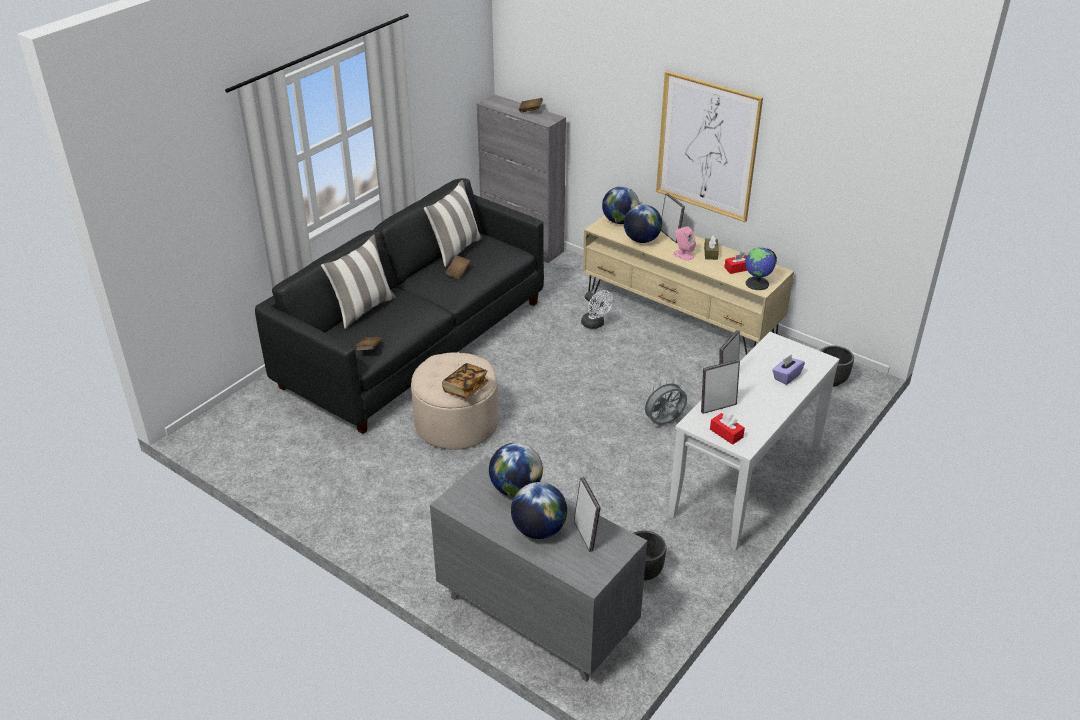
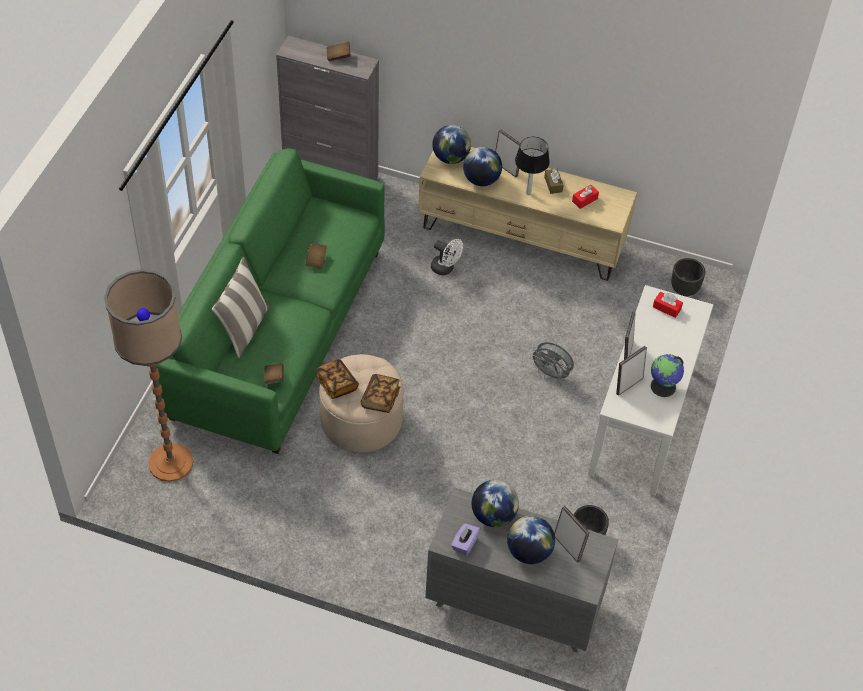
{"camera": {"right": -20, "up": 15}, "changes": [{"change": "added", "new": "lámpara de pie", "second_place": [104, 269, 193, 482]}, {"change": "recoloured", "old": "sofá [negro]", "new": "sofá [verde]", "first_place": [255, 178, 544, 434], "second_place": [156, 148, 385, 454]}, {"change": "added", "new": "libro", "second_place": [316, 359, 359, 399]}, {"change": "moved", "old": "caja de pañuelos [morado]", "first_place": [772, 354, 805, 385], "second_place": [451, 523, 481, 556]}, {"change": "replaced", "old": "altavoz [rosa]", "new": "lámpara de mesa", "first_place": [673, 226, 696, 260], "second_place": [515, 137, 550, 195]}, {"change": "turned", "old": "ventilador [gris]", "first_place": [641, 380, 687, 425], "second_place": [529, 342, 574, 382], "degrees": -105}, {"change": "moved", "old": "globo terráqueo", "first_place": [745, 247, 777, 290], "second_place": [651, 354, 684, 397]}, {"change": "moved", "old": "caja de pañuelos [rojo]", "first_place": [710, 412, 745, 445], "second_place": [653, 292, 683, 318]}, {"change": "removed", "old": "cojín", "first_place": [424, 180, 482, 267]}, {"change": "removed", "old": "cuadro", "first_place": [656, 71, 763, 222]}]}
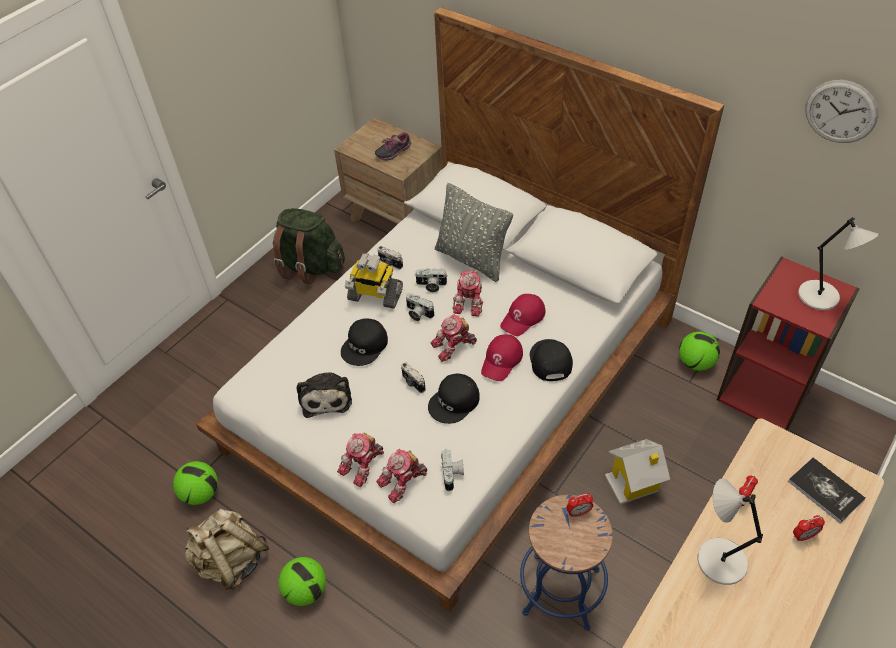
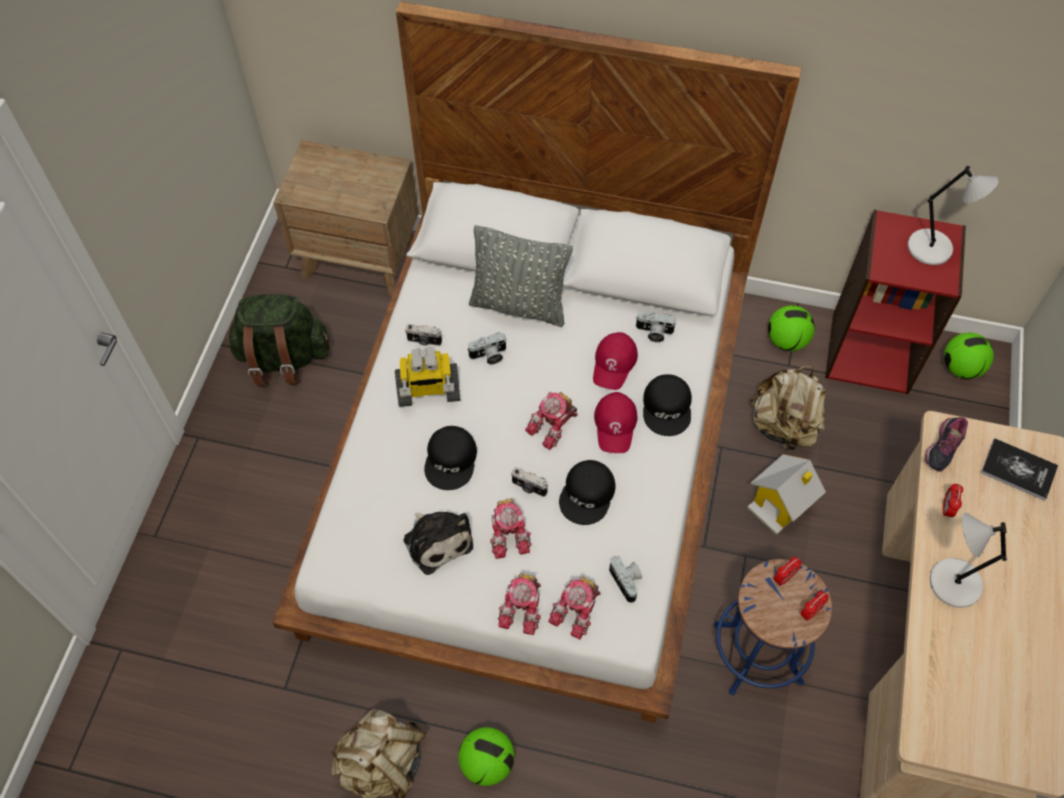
{"camera": {"right": -25, "up": 10}, "changes": [{"change": "moved", "old": "robot de juguete", "first_place": [452, 271, 484, 317], "second_place": [490, 498, 532, 559]}, {"change": "moved", "old": "cámara", "first_place": [406, 293, 434, 321], "second_place": [636, 312, 677, 342]}, {"change": "turned", "old": "gorra [negro]", "first_place": [530, 339, 573, 381], "second_place": [643, 374, 692, 436], "degrees": -150}, {"change": "added", "new": "mochila [beis]", "second_place": [750, 365, 826, 450]}, {"change": "moved", "old": "despertador", "first_place": [793, 515, 825, 542], "second_place": [800, 591, 829, 621]}, {"change": "moved", "old": "zapato", "first_place": [375, 132, 411, 161], "second_place": [925, 417, 968, 472]}, {"change": "moved", "old": "balón de fútbol", "first_place": [173, 461, 218, 505], "second_place": [944, 333, 994, 379]}, {"change": "removed", "old": "reloj de pared", "first_place": [805, 80, 879, 143]}]}
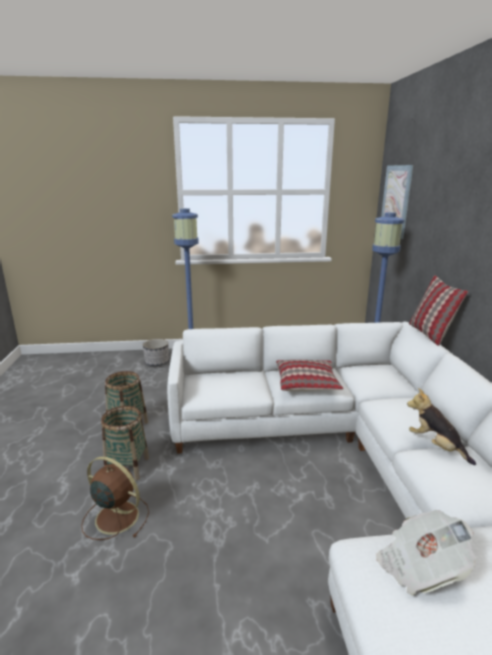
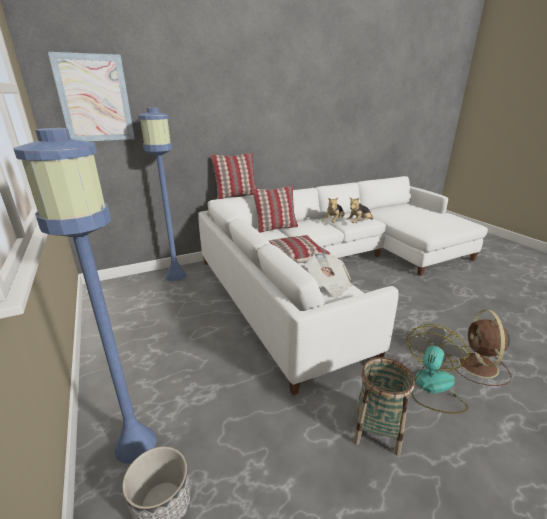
{"camera": {"right": -110, "up": 5}, "changes": [{"change": "added", "new": "cojín", "second_place": [252, 185, 298, 233]}, {"change": "moved", "old": "periódico", "first_place": [376, 510, 476, 596], "second_place": [307, 252, 353, 297]}, {"change": "added", "new": "peluche", "second_place": [346, 198, 373, 223]}, {"change": "replaced", "old": "cesta", "new": "ventilador", "first_place": [101, 406, 149, 480], "second_place": [407, 324, 469, 414]}]}
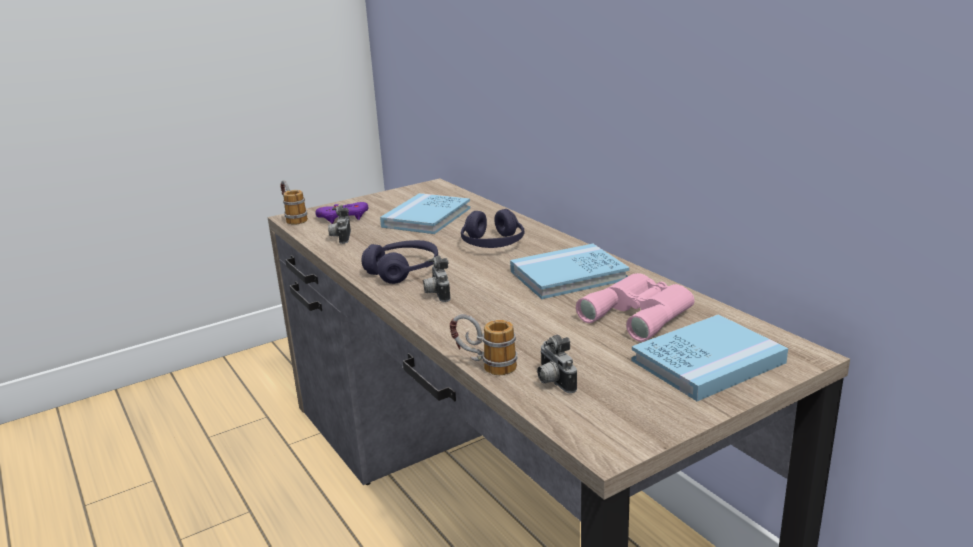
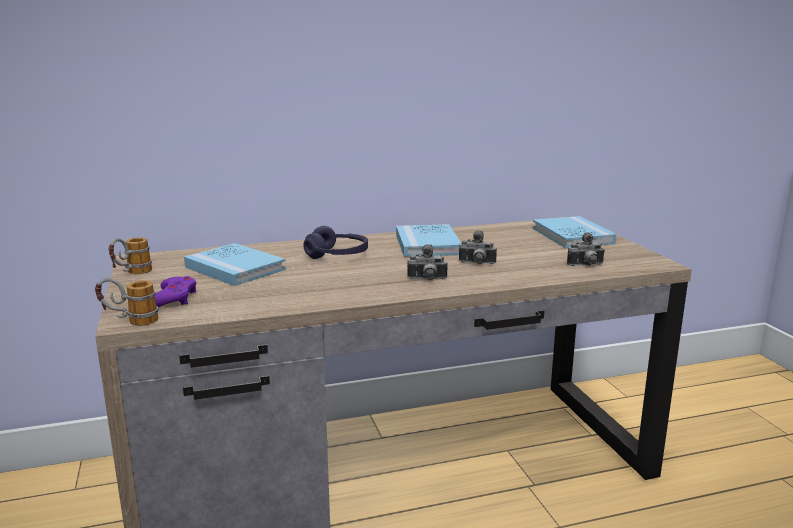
{"camera": {"right": -75, "up": -5}, "changes": [{"change": "moved", "old": "taza grande", "first_place": [450, 314, 517, 375], "second_place": [108, 237, 152, 274]}, {"change": "moved", "old": "cámara", "first_place": [328, 205, 351, 244], "second_place": [458, 231, 497, 264]}, {"change": "removed", "old": "auriculares [morado]", "first_place": [361, 240, 438, 284]}, {"change": "removed", "old": "prismáticos [rosa]", "first_place": [576, 273, 694, 342]}]}
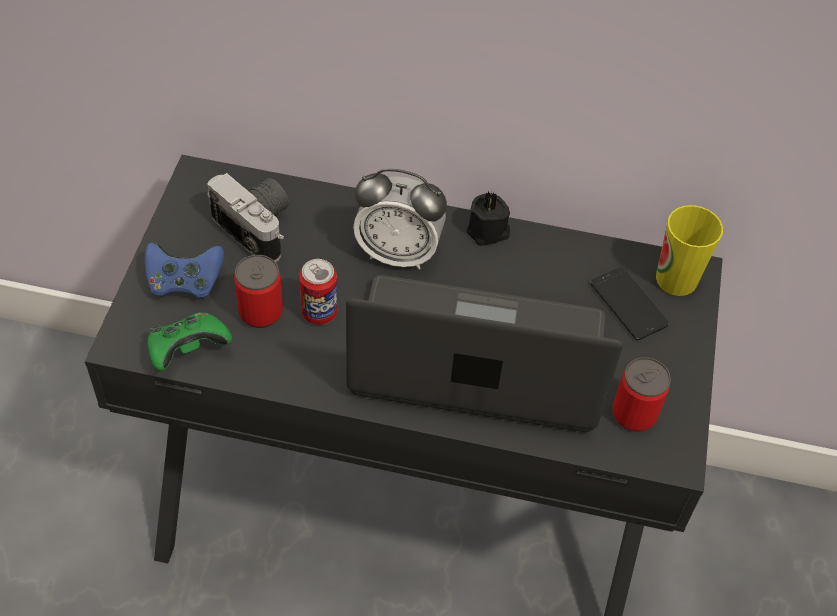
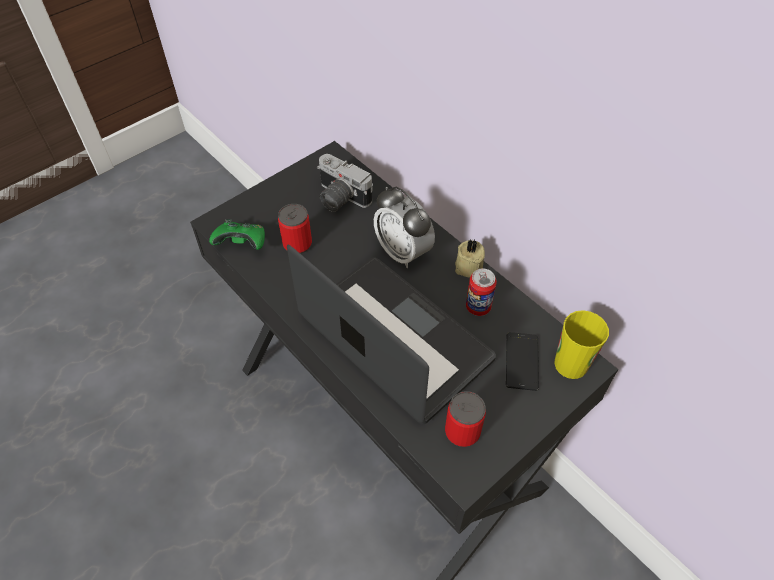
{"camera": {"right": 40, "up": 0}, "changes": [{"change": "turned", "old": "cámara", "first_place": [207, 173, 289, 262], "second_place": [317, 154, 373, 212], "degrees": 135}, {"change": "recoloured", "old": "vela [negro]", "new": "vela [beis]", "first_place": [466, 192, 510, 246], "second_place": [455, 239, 485, 277]}, {"change": "moved", "old": "lata", "first_place": [299, 259, 337, 325], "second_place": [466, 268, 497, 316]}, {"change": "removed", "old": "mando de consola [azul]", "first_place": [145, 243, 224, 299]}]}
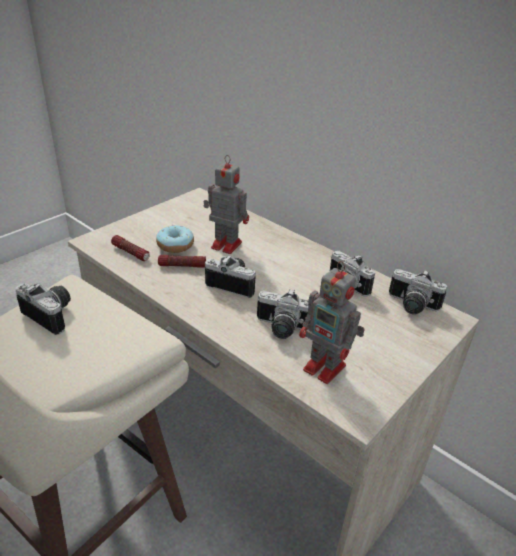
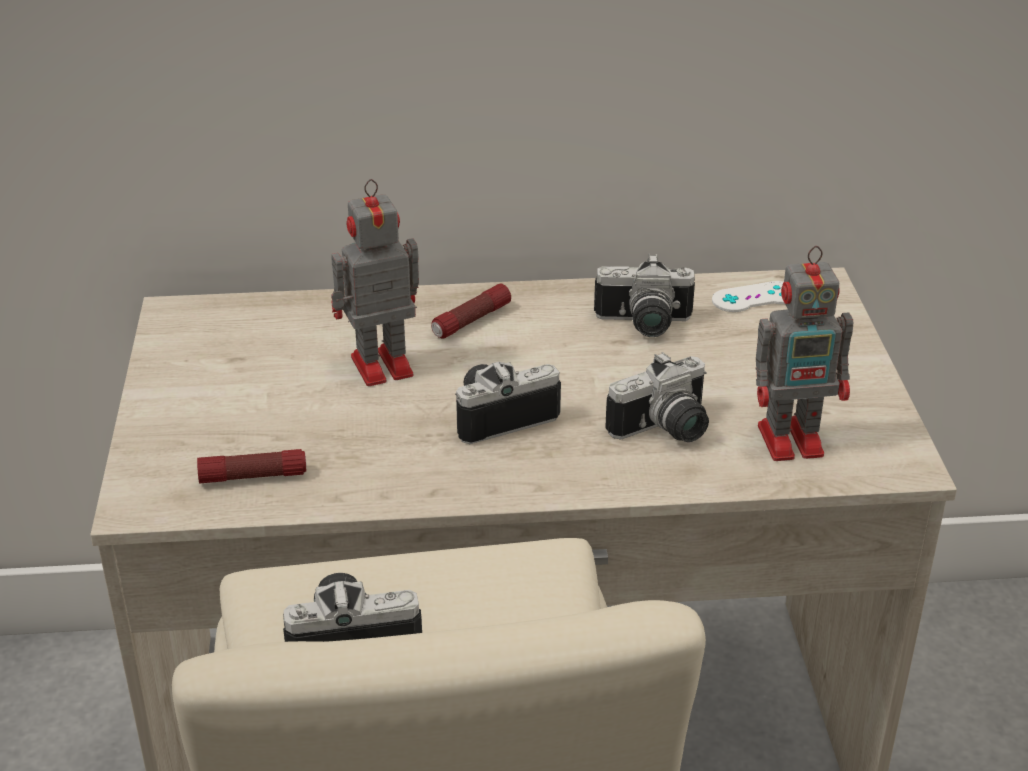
{"camera": {"right": -45, "up": 0}, "changes": [{"change": "moved", "old": "linterna", "first_place": [158, 255, 206, 268], "second_place": [431, 283, 511, 338]}, {"change": "replaced", "old": "cámara", "new": "mando de consola [blanco]", "first_place": [389, 269, 447, 314], "second_place": [712, 281, 785, 312]}, {"change": "removed", "old": "rosquilla", "first_place": [156, 226, 194, 253]}]}
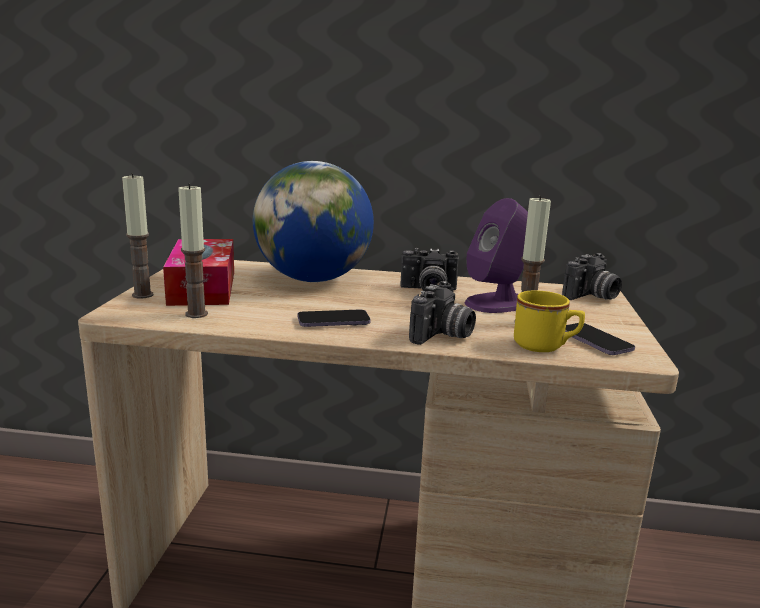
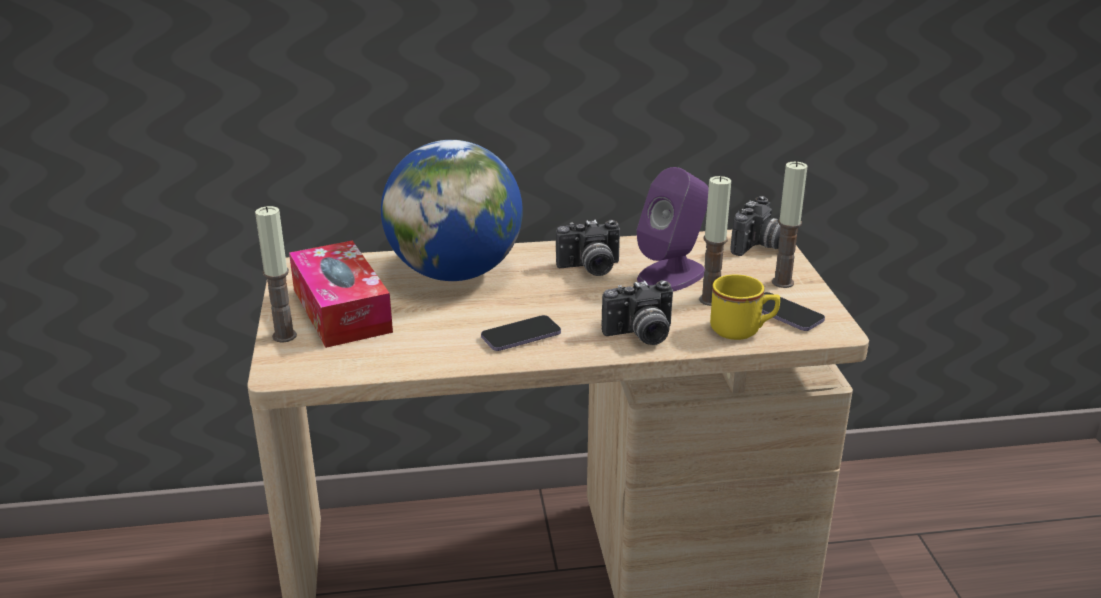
{"camera": {"right": -15, "up": 10}, "changes": [{"change": "turned", "old": "cámara", "first_place": [409, 281, 476, 345], "second_place": [601, 280, 673, 345], "degrees": 60}, {"change": "moved", "old": "vela", "first_place": [178, 183, 208, 318], "second_place": [772, 161, 807, 288]}]}
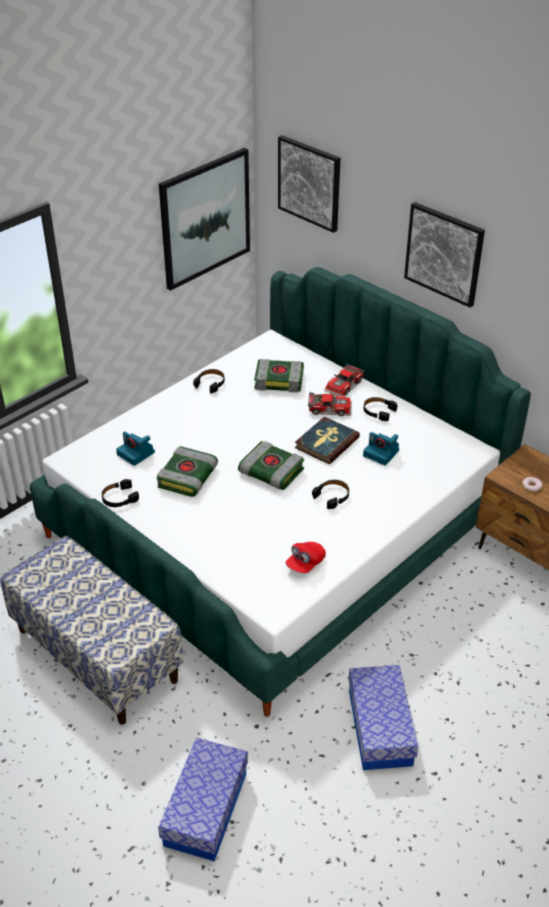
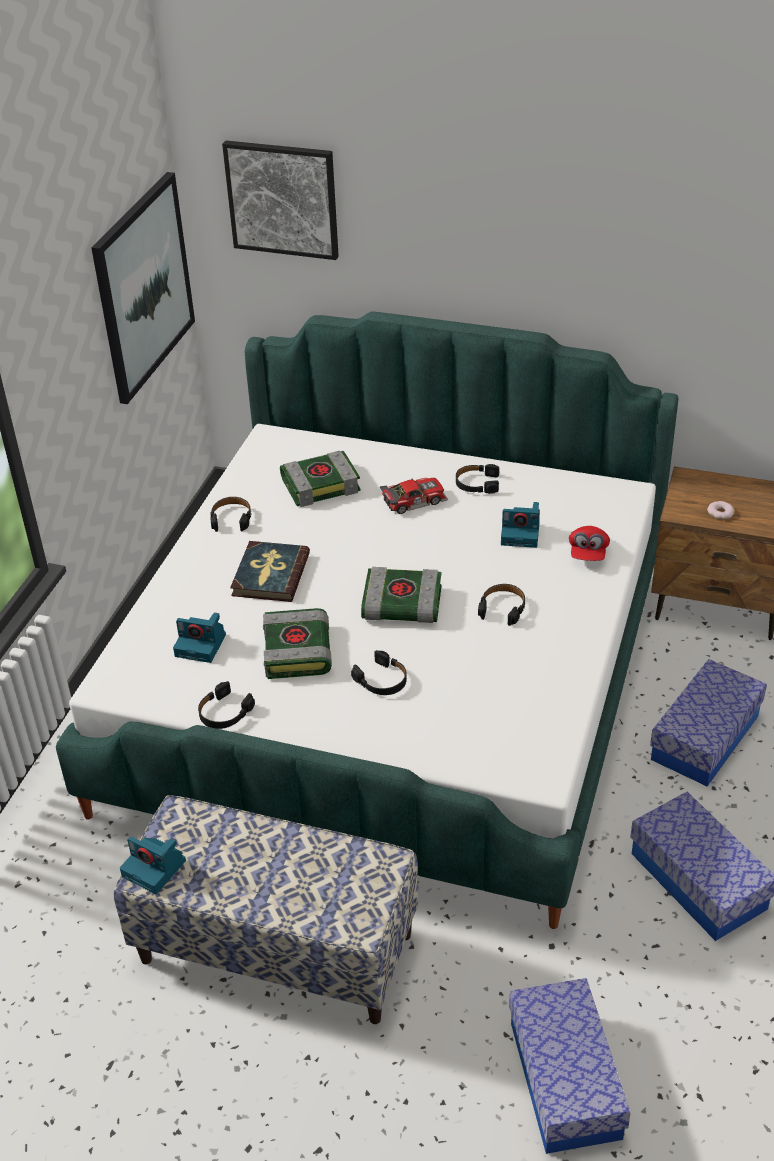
{"camera": {"right": -25, "up": 0}, "changes": [{"change": "added", "new": "cámara", "second_place": [120, 836, 186, 894]}, {"change": "moved", "old": "libro", "first_place": [295, 417, 360, 464], "second_place": [230, 541, 310, 602]}, {"change": "added", "new": "auriculares [negro]", "second_place": [351, 650, 407, 695]}, {"change": "moved", "old": "gorra [rojo]", "first_place": [286, 542, 326, 573], "second_place": [569, 526, 610, 561]}, {"change": "added", "new": "caja de almacenaje", "second_place": [650, 659, 767, 787]}, {"change": "removed", "old": "coche de juguete", "first_place": [324, 363, 365, 396]}, {"change": "removed", "old": "cuadro", "first_place": [404, 202, 485, 308]}]}
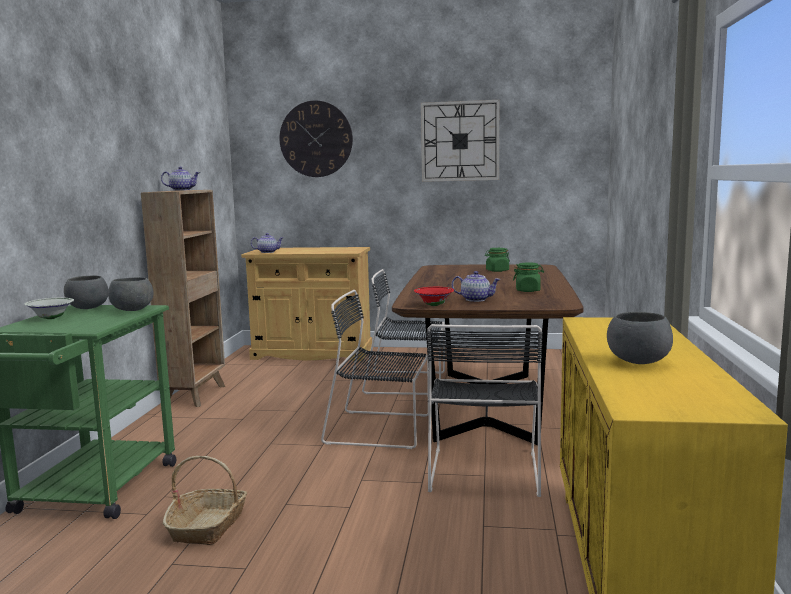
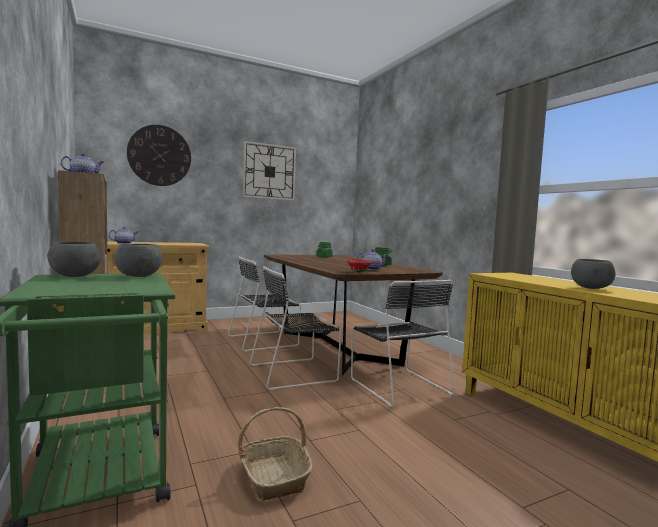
{"camera": {"right": -35, "up": -5}, "changes": [{"change": "removed", "old": "cuenco [blanco]", "first_place": [24, 298, 74, 319]}]}
